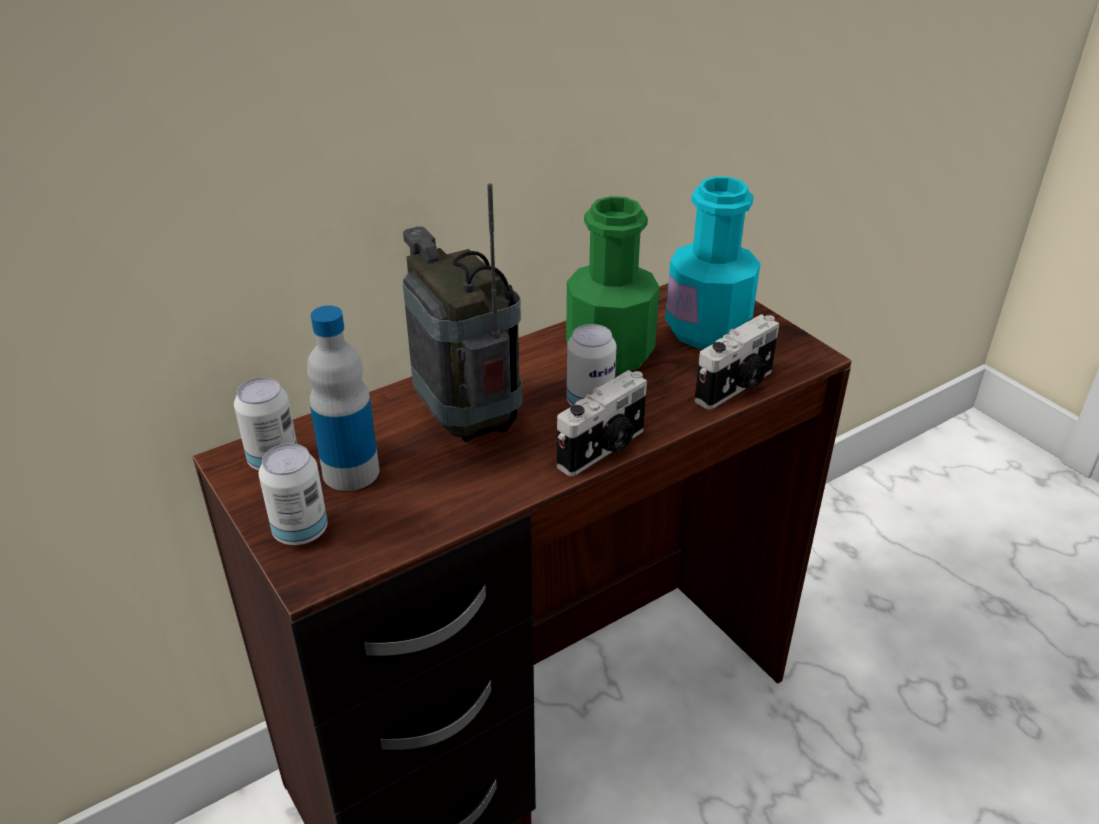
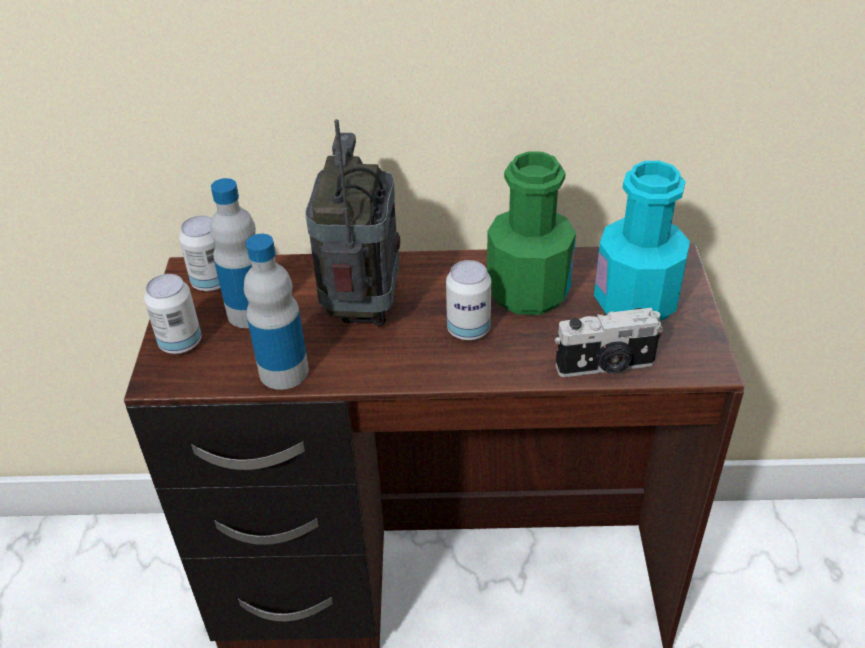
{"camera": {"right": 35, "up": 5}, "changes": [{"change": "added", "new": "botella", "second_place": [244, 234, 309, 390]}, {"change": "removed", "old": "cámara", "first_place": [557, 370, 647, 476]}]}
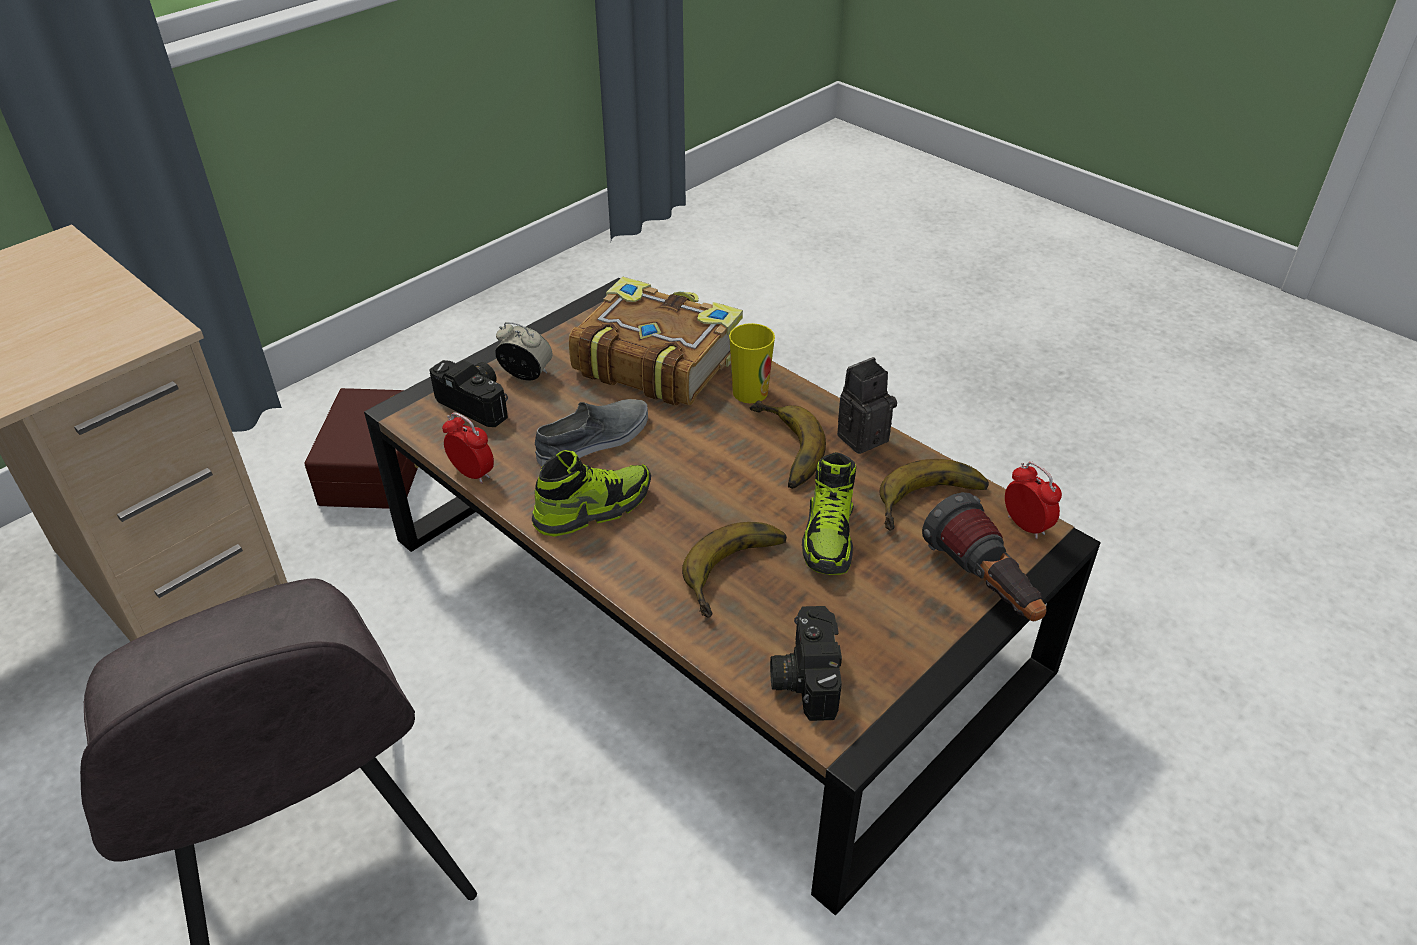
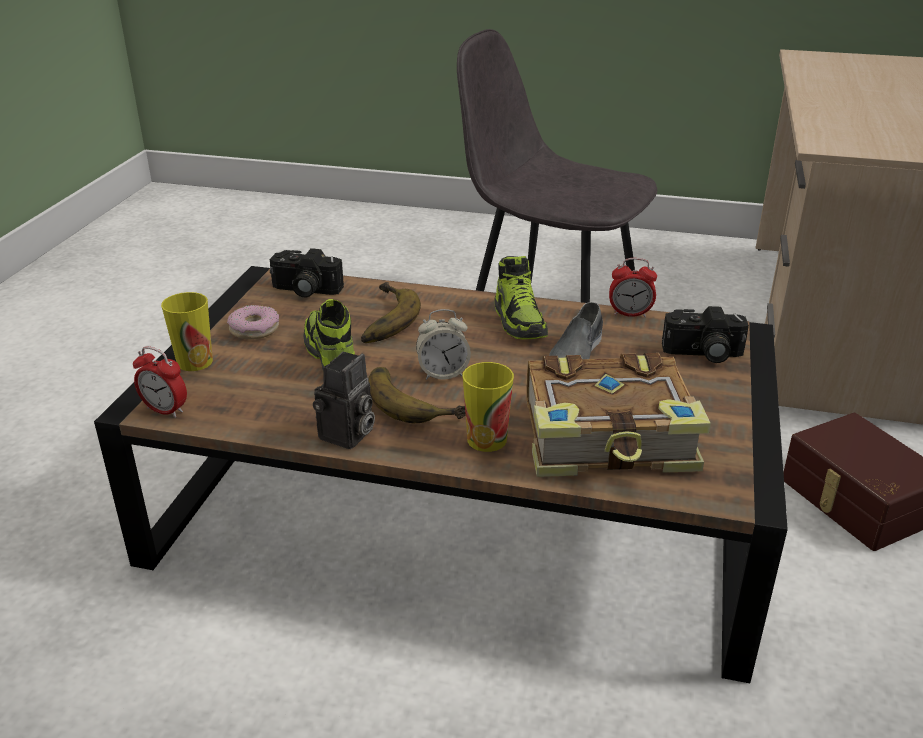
{"camera": {"right": 150, "up": -10}, "changes": [{"change": "replaced", "old": "linterna", "new": "taza", "first_place": [922, 492, 1046, 621], "second_place": [161, 292, 213, 371]}, {"change": "added", "new": "rosquilla", "second_place": [227, 305, 279, 340]}, {"change": "turned", "old": "cámara", "first_place": [770, 606, 842, 721], "second_place": [270, 248, 344, 298], "degrees": 135}, {"change": "moved", "old": "despertador", "first_place": [495, 322, 553, 381], "second_place": [416, 309, 471, 380]}, {"change": "turned", "old": "zapato", "first_place": [532, 450, 651, 537], "second_place": [495, 256, 548, 339], "degrees": -45}, {"change": "removed", "old": "plátano", "first_place": [880, 459, 989, 531]}]}
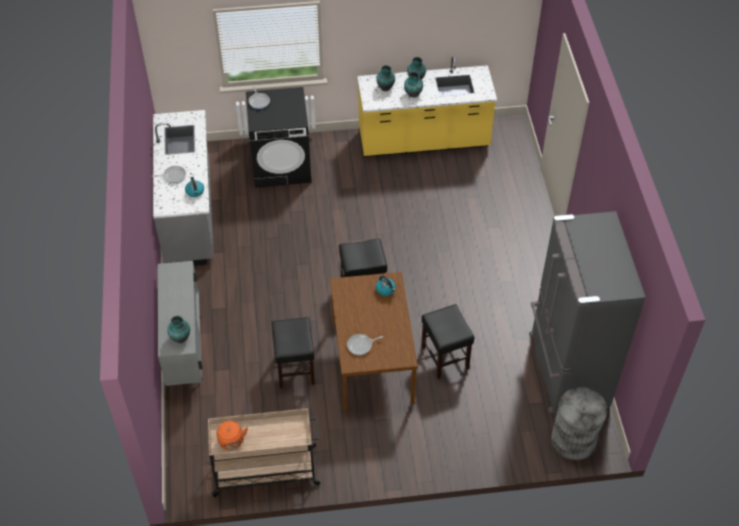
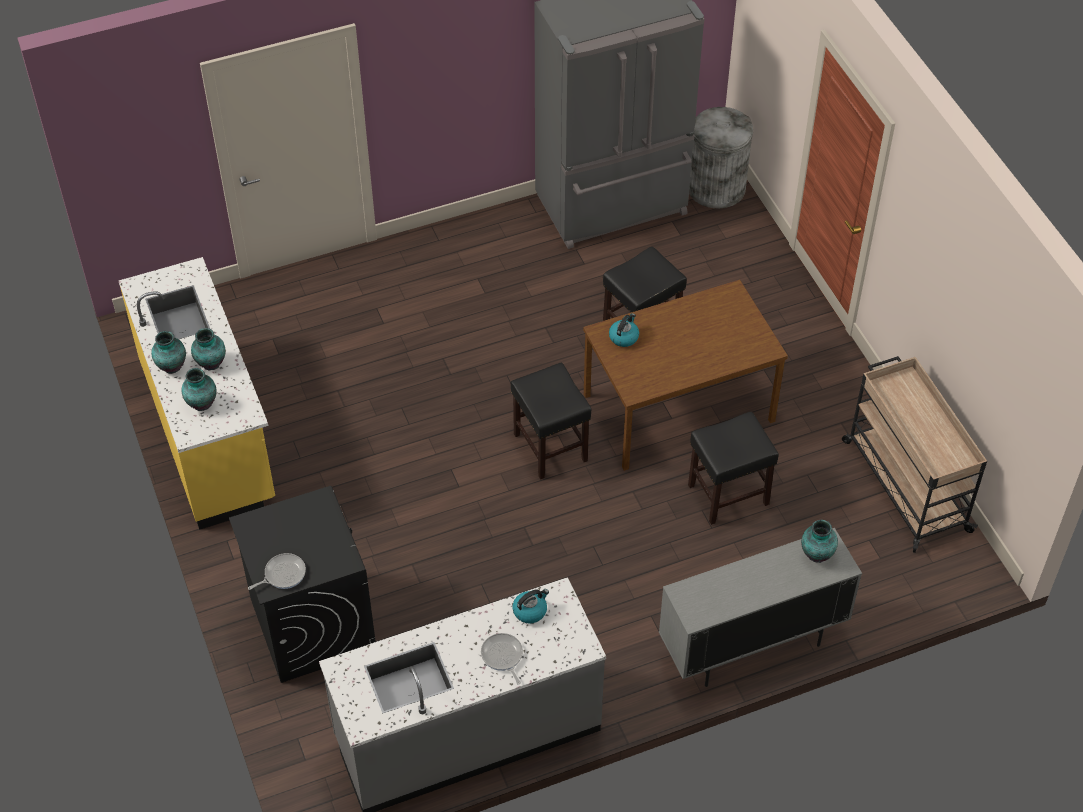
{"camera": {"right": -105, "up": 0}, "changes": [{"change": "removed", "old": "hervidor [naranja]", "first_place": [217, 421, 248, 450]}, {"change": "removed", "old": "sartén", "first_place": [347, 334, 383, 355]}]}
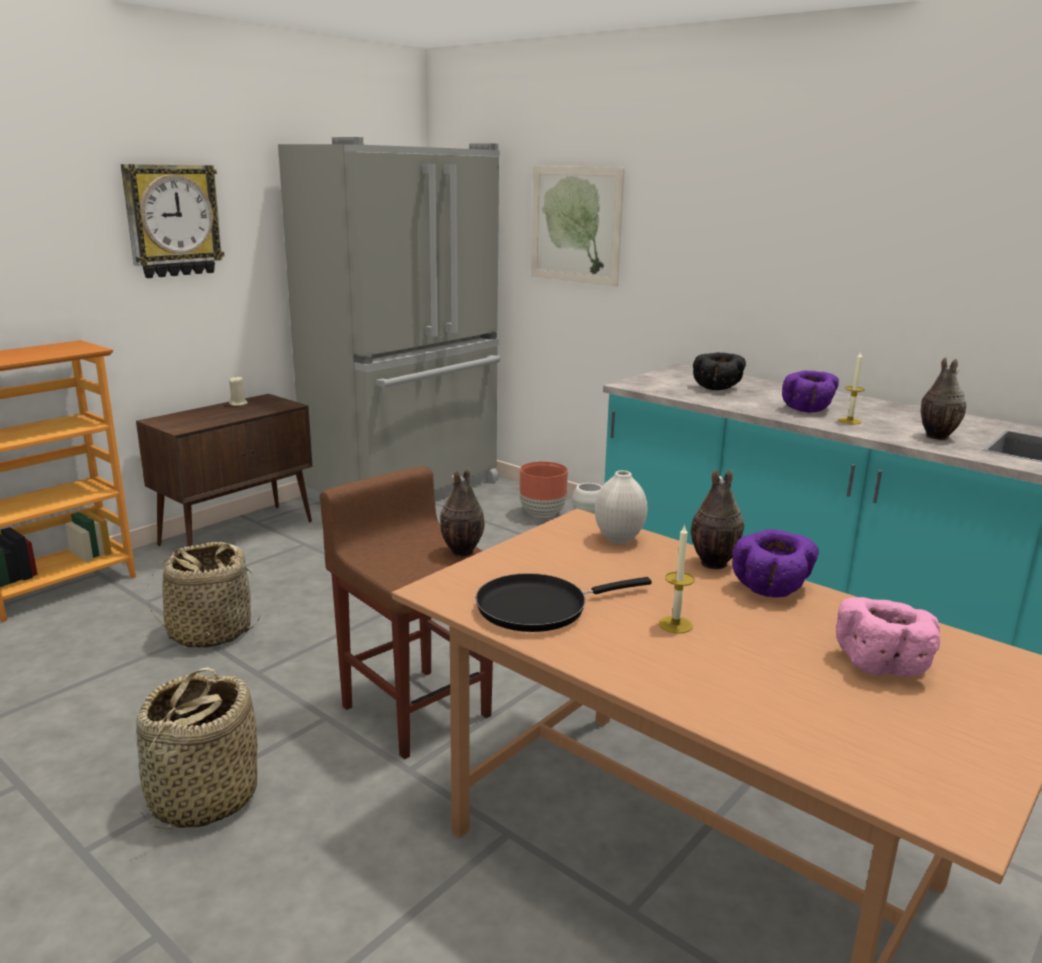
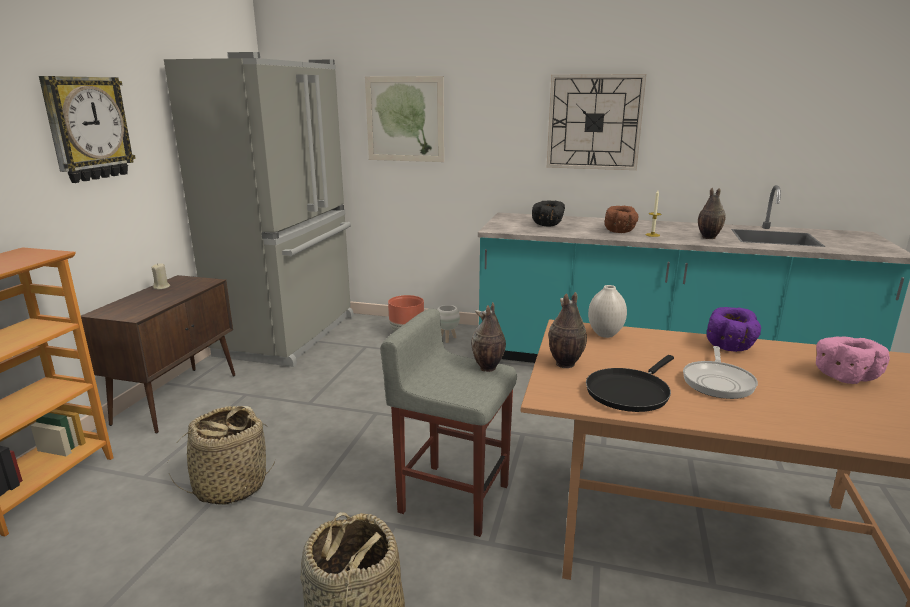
{"camera": {"right": -25, "up": 0}, "changes": [{"change": "recoloured", "old": "taburete [marrón]", "new": "taburete [gris]", "first_place": [320, 467, 493, 759], "second_place": [381, 308, 517, 537]}, {"change": "added", "new": "reloj de pared", "second_place": [547, 74, 646, 170]}, {"change": "moved", "old": "florero", "first_place": [691, 469, 744, 569], "second_place": [548, 292, 587, 368]}, {"change": "recoloured", "old": "cuenco [morado]", "new": "cuenco [marrón]", "first_place": [782, 370, 839, 413], "second_place": [605, 206, 638, 233]}, {"change": "replaced", "old": "vela", "new": "sartén", "first_place": [659, 524, 694, 634], "second_place": [683, 346, 758, 399]}]}
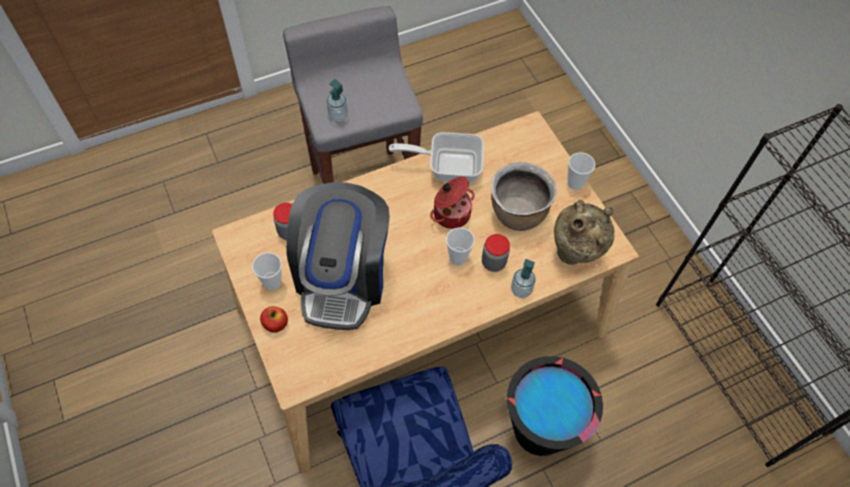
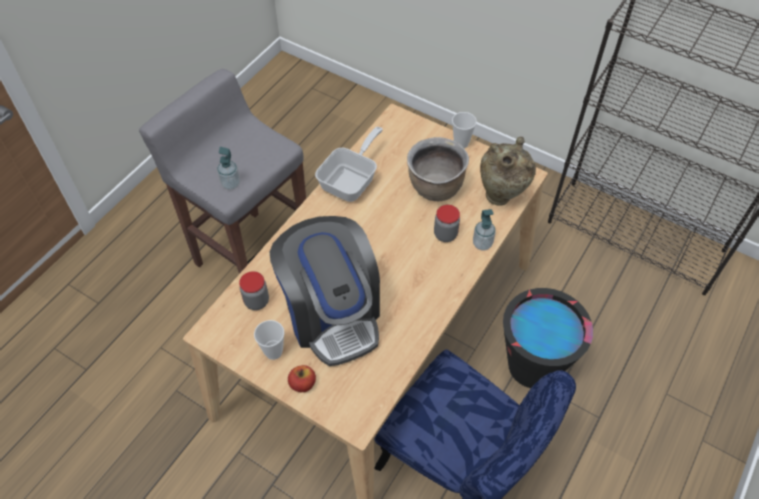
{"camera": {"right": -30, "up": -5}, "changes": [{"change": "turned", "old": "sartén", "first_place": [389, 132, 484, 183], "second_place": [315, 127, 383, 202], "degrees": 150}, {"change": "removed", "old": "olla", "first_place": [430, 177, 475, 229]}, {"change": "removed", "old": "taza", "first_place": [446, 228, 475, 265]}]}
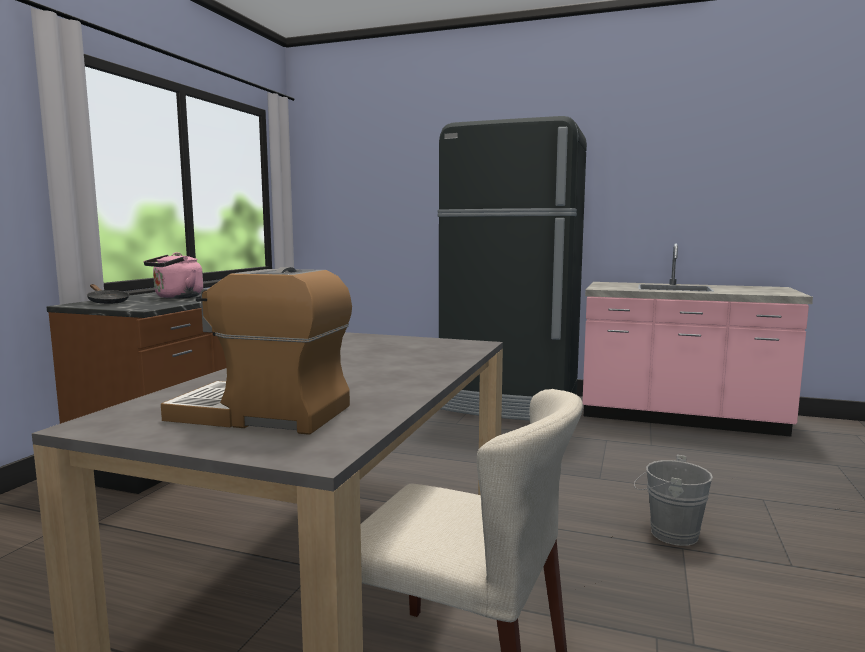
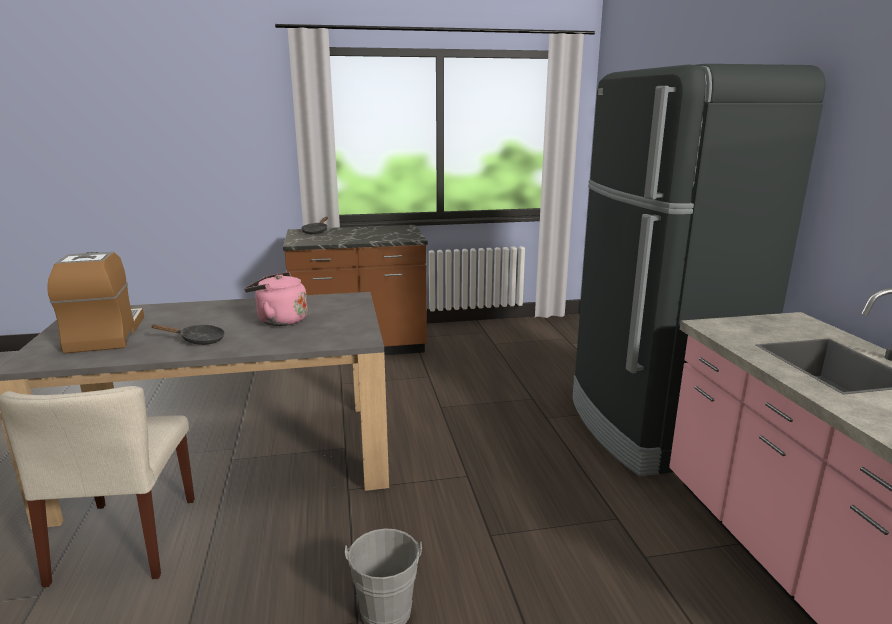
{"camera": {"right": 60, "up": 10}, "changes": [{"change": "added", "new": "sartén [negro]", "second_place": [152, 324, 225, 345]}, {"change": "moved", "old": "hervidor [rosa]", "first_place": [144, 252, 203, 298], "second_place": [244, 272, 307, 326]}]}
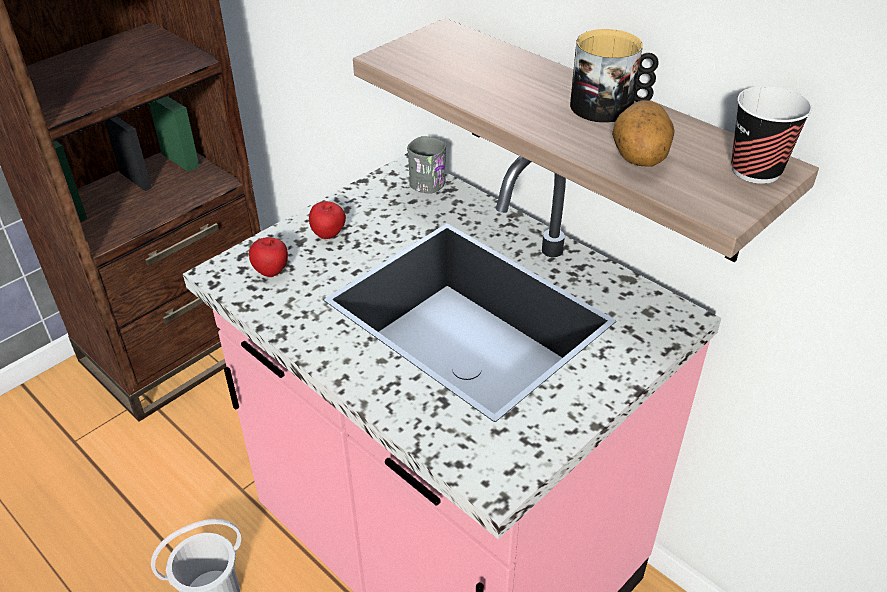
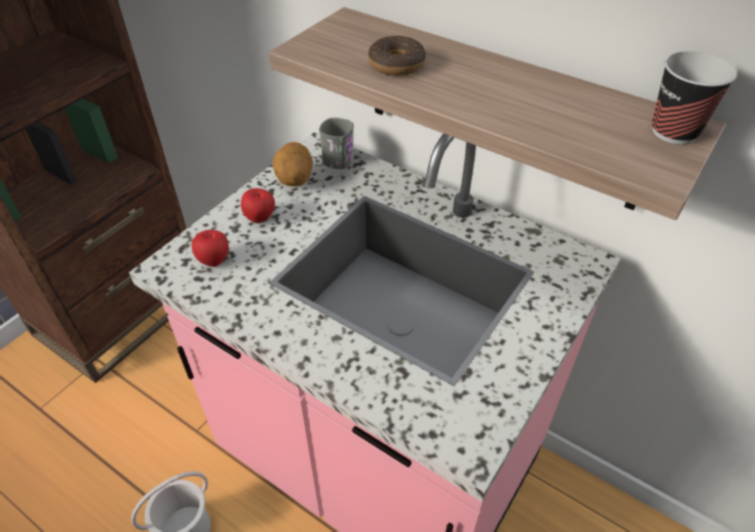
{"camera": {"right": -10, "up": 5}, "changes": [{"change": "moved", "old": "patata", "first_place": [612, 100, 675, 167], "second_place": [272, 142, 313, 187]}, {"change": "added", "new": "rosquilla", "second_place": [368, 36, 426, 76]}, {"change": "removed", "old": "taza grande", "first_place": [570, 29, 659, 123]}]}
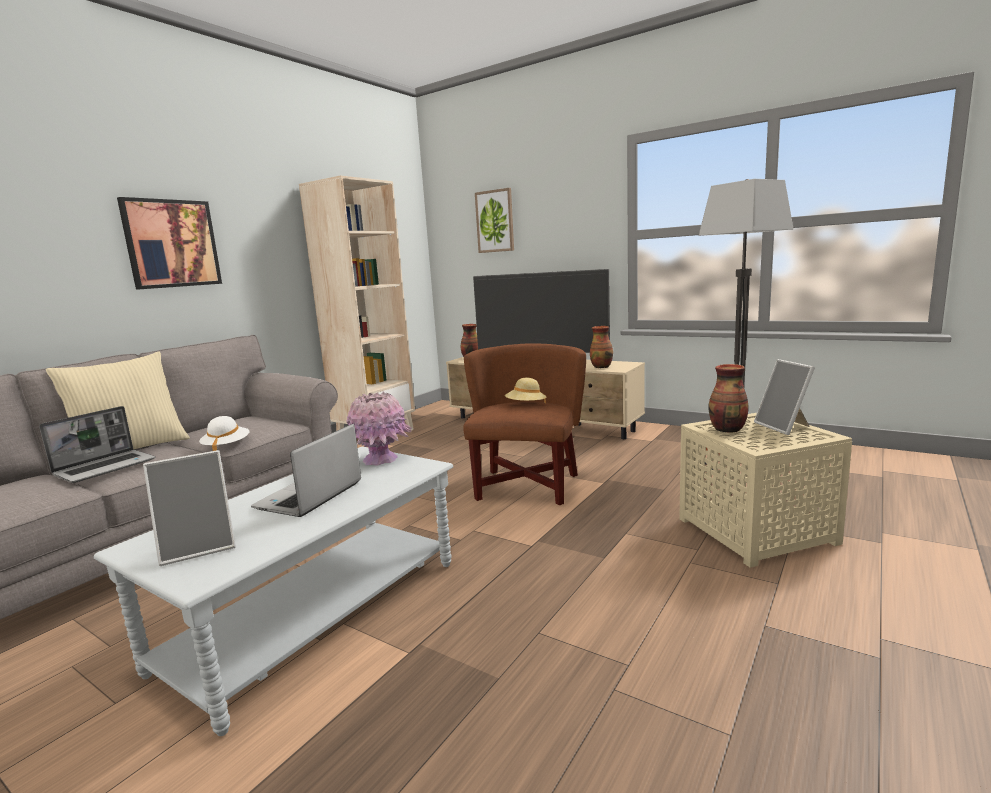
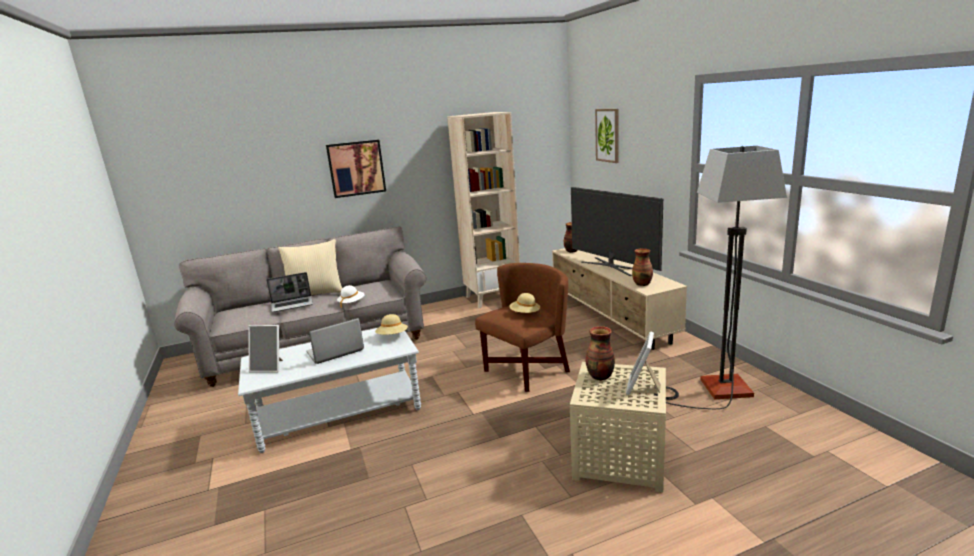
{"camera": {"right": 35, "up": 5}, "changes": [{"change": "replaced", "old": "florero [rosa]", "new": "sombrero [beis]", "first_place": [346, 392, 412, 466], "second_place": [375, 314, 408, 335]}]}
